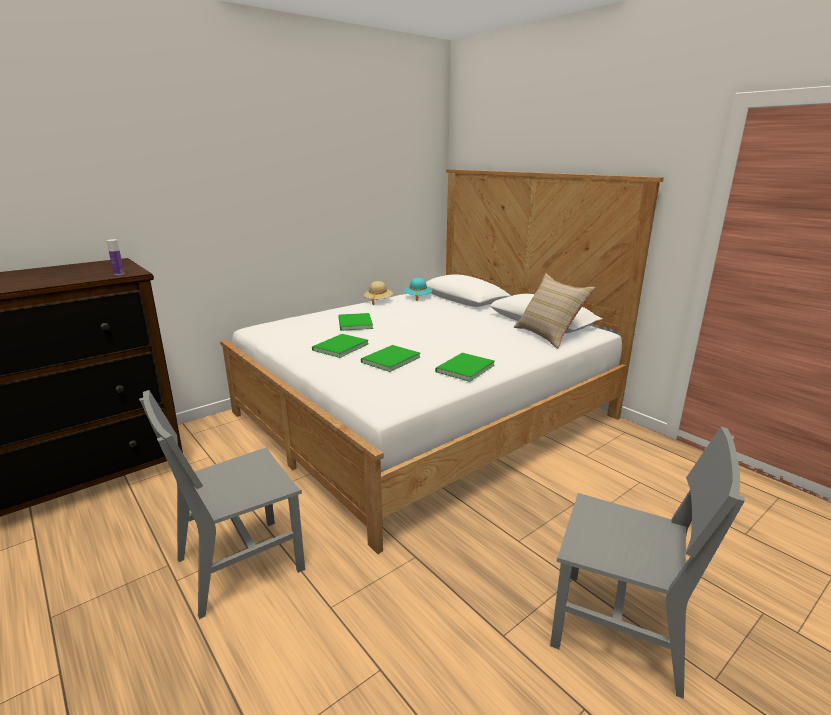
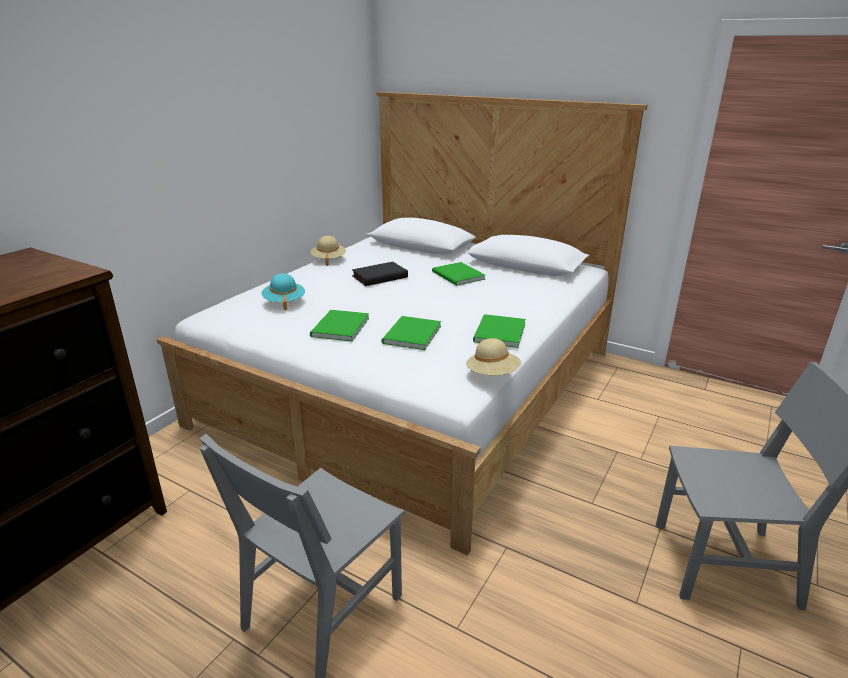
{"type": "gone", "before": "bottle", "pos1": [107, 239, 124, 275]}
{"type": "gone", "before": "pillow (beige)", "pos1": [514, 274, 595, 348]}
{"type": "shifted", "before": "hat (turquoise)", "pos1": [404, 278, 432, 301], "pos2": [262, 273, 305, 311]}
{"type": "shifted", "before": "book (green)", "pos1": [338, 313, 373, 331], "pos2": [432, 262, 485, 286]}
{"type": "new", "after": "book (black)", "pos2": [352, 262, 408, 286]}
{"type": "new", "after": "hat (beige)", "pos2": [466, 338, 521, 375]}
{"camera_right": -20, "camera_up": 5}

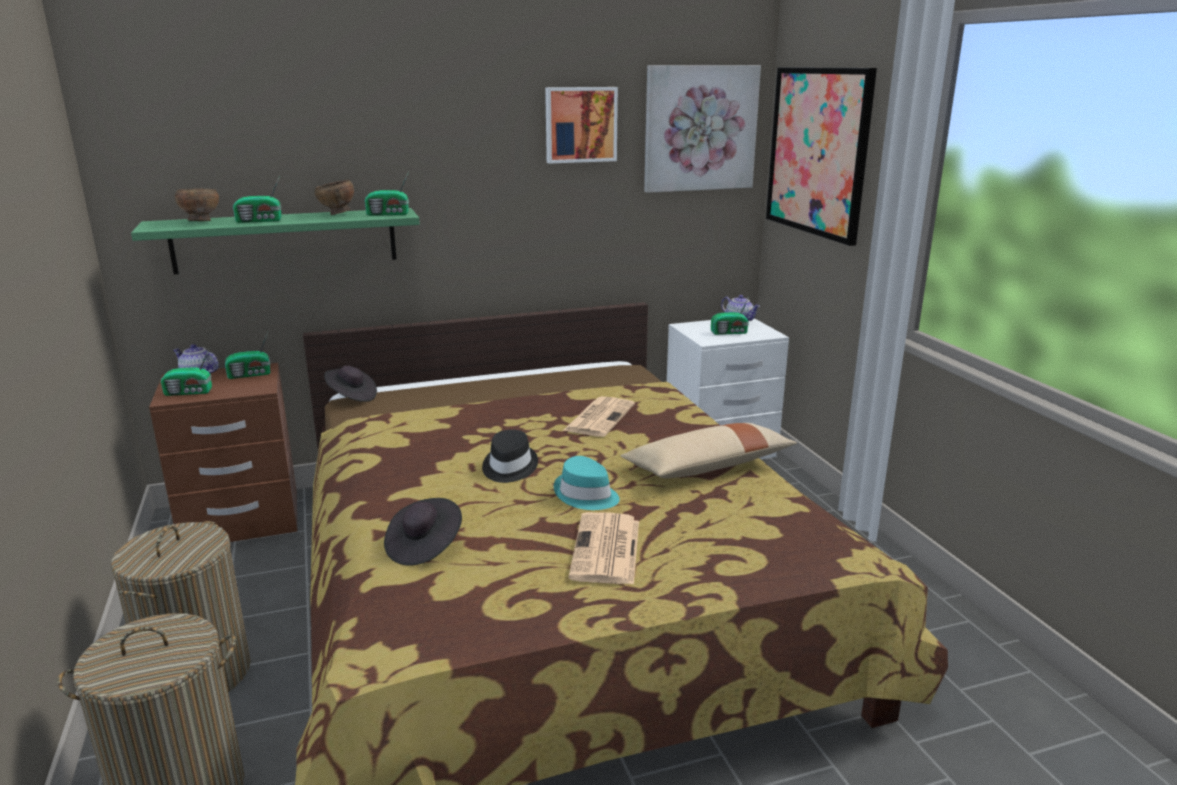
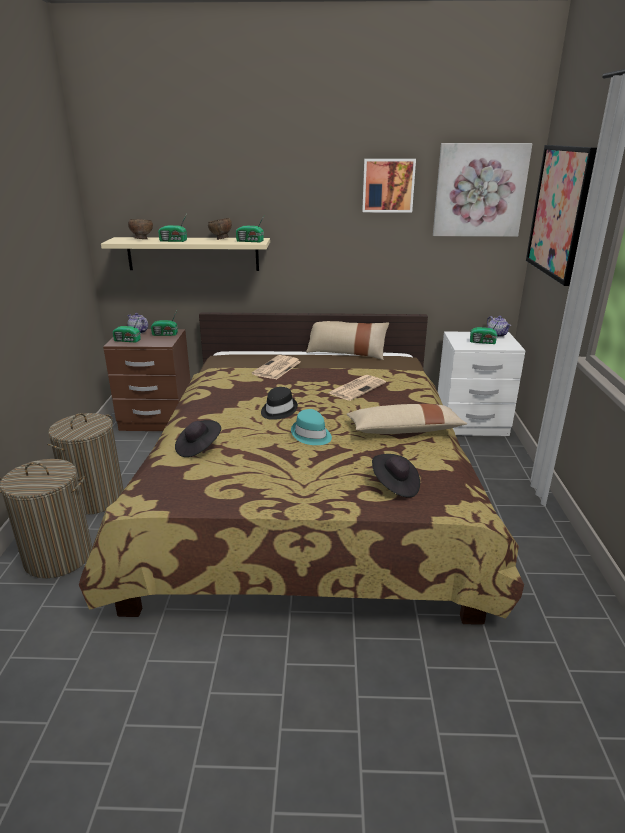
{"type": "repainted", "before": "shelf (green)", "after": "shelf (beige)", "pos1": [131, 208, 420, 275], "pos2": [101, 237, 270, 271]}
{"type": "shifted", "before": "hat (black)", "pos1": [324, 365, 377, 402], "pos2": [372, 454, 420, 498]}
{"type": "shifted", "before": "newspaper", "pos1": [568, 512, 639, 585], "pos2": [252, 355, 301, 380]}
{"type": "new", "after": "pillow (beige)", "pos2": [306, 321, 389, 360]}
{"camera_right": 20, "camera_up": 5}

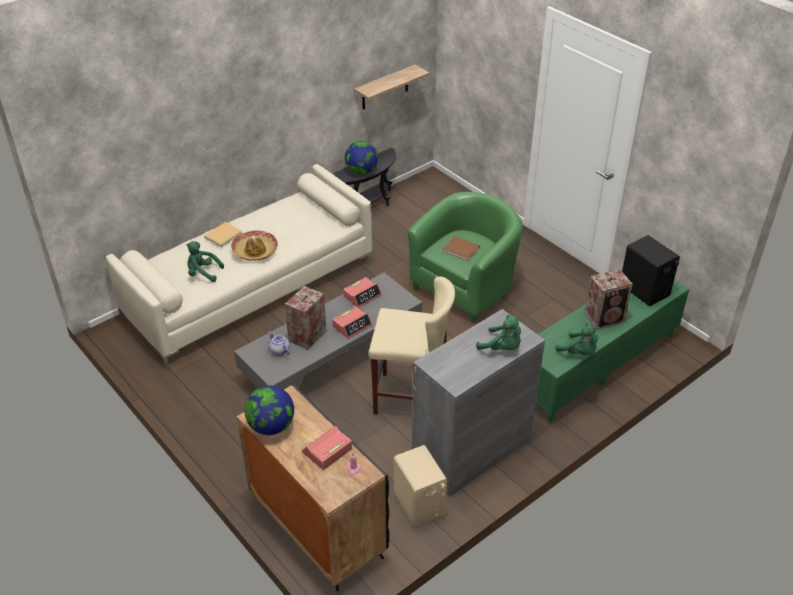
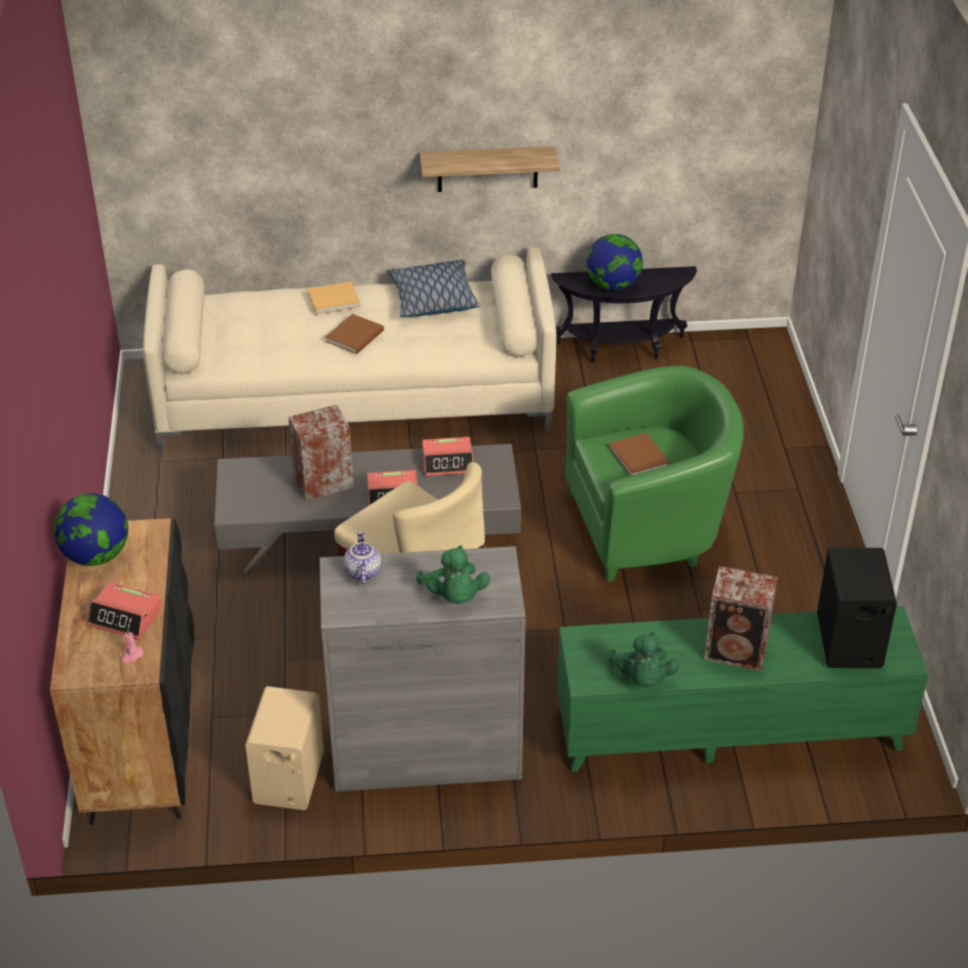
{"type": "shifted", "before": "shelf", "pos1": [354, 65, 429, 110], "pos2": [420, 146, 560, 192]}
{"type": "swapped", "before": "hat", "after": "book (brown)", "pos1": [231, 230, 278, 261], "pos2": [325, 314, 384, 354]}
{"type": "gone", "before": "plush toy (green)", "pos1": [186, 241, 224, 282]}
{"type": "shifted", "before": "teapot", "pos1": [268, 332, 290, 356], "pos2": [343, 531, 381, 585]}
{"type": "rotated", "before": "alarm clock", "pos1": [302, 426, 352, 470], "pos2": [87, 582, 162, 640], "turn": -150}
{"type": "new", "after": "pillow", "pos2": [386, 260, 480, 317]}
{"camera_right": 35, "camera_up": 0}

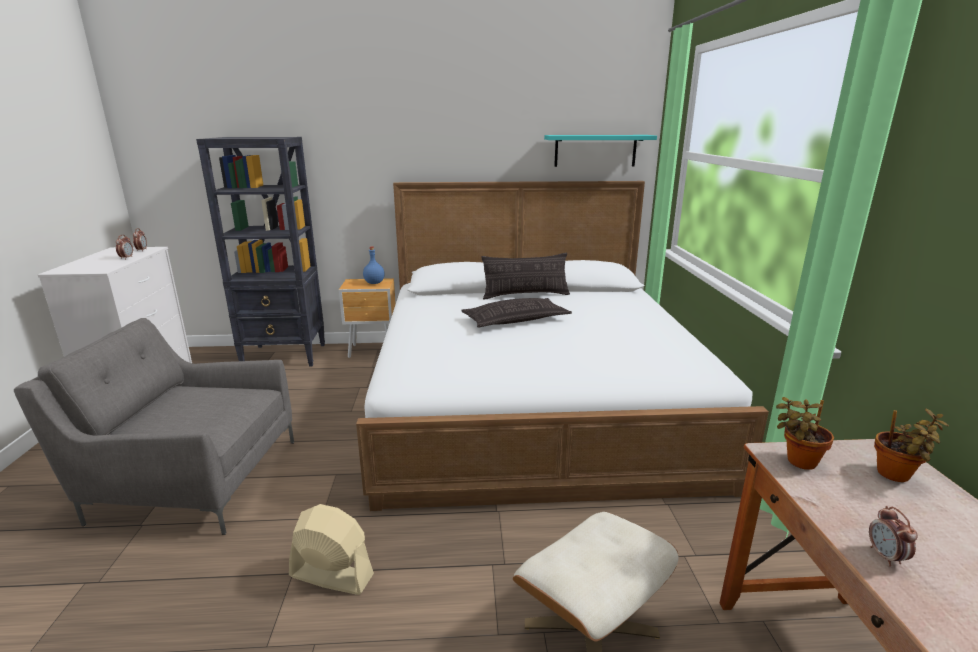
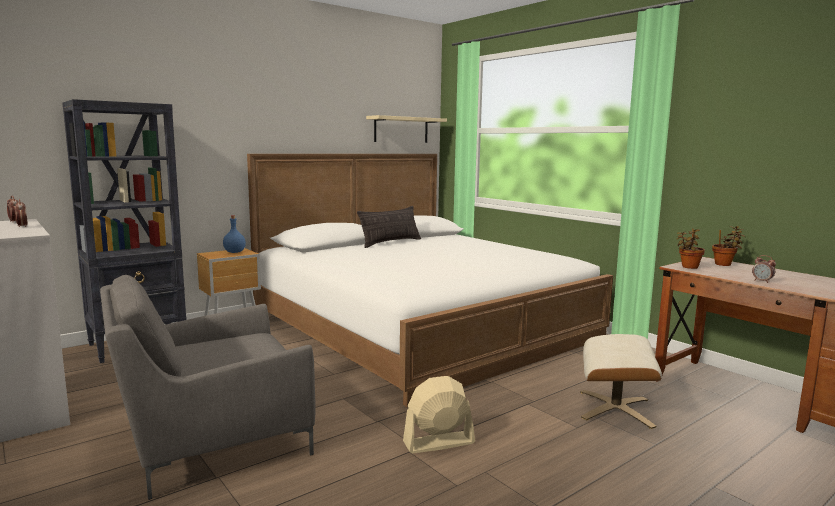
{"type": "repainted", "before": "shelf (turquoise)", "after": "shelf (beige)", "pos1": [544, 135, 657, 167], "pos2": [366, 115, 447, 143]}
{"type": "gone", "before": "pillow", "pos1": [461, 298, 572, 327]}
{"camera_right": -35, "camera_up": -10}

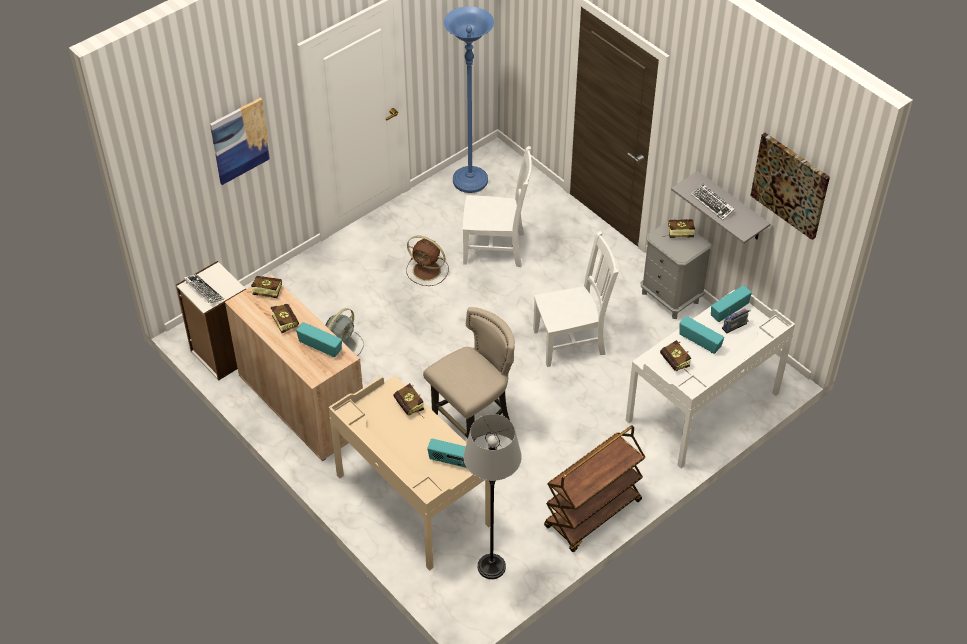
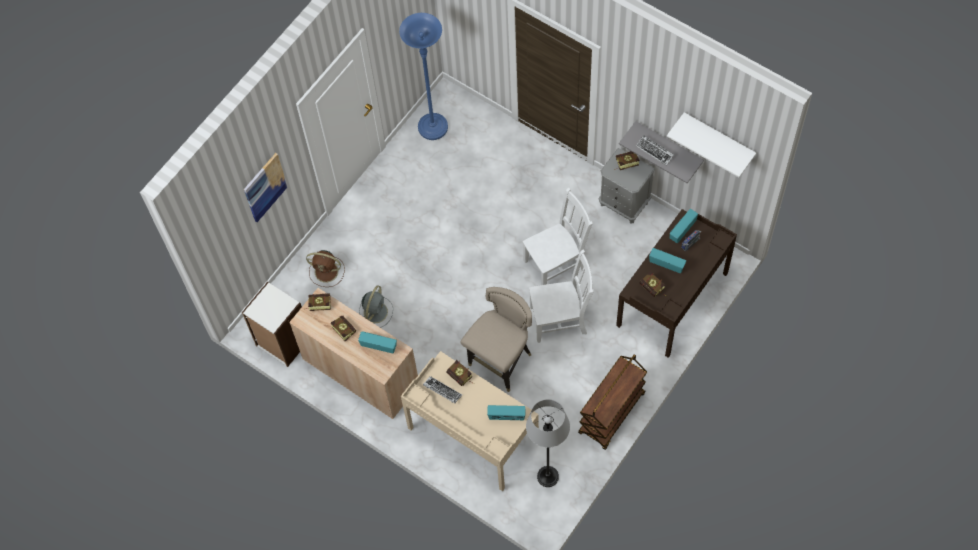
{"type": "swapped", "before": "picture", "after": "shelf (white)", "pos1": [750, 133, 830, 240], "pos2": [667, 112, 756, 177]}
{"type": "shifted", "before": "chair (white)", "pos1": [462, 146, 532, 267], "pos2": [529, 249, 593, 343]}
{"type": "shifted", "before": "fan (brown)", "pos1": [406, 236, 449, 286], "pos2": [306, 250, 345, 287]}
{"type": "shifted", "before": "keyboard", "pos1": [183, 274, 224, 303], "pos2": [423, 376, 462, 403]}
{"type": "repainted", "before": "desk (white)", "after": "desk (brown)", "pos1": [626, 290, 795, 468], "pos2": [616, 209, 737, 358]}
{"camera_right": -10, "camera_up": 15}

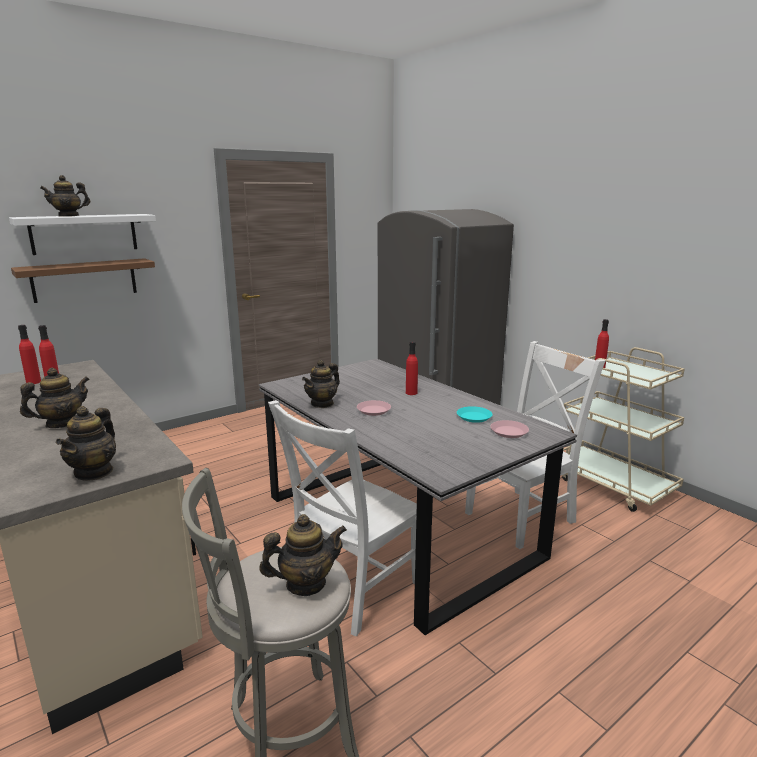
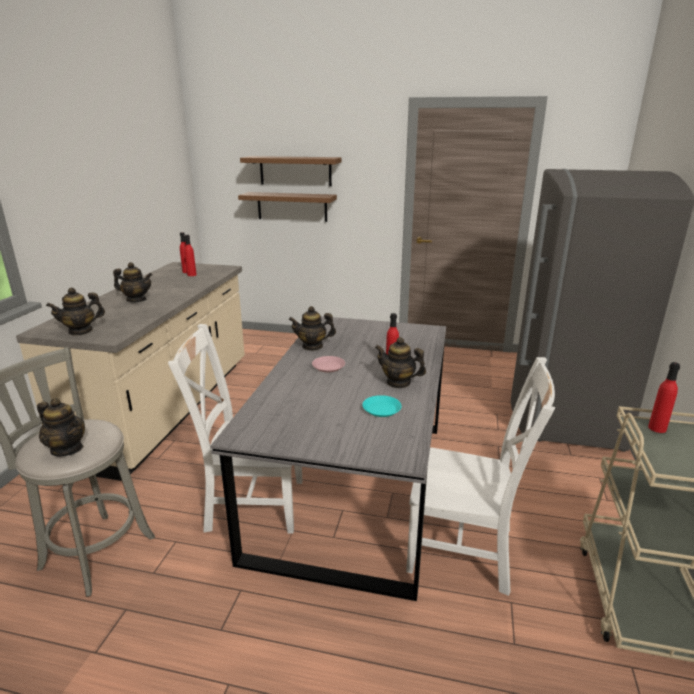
{"type": "shifted", "before": "teapot", "pos1": [40, 175, 91, 217], "pos2": [375, 337, 426, 388]}
{"type": "repainted", "before": "shelf (white)", "after": "shelf (brown)", "pos1": [9, 214, 156, 255], "pos2": [240, 156, 341, 186]}
{"type": "gone", "before": "plate (pink)", "pos1": [490, 420, 529, 438]}
{"camera_right": 50, "camera_up": 5}

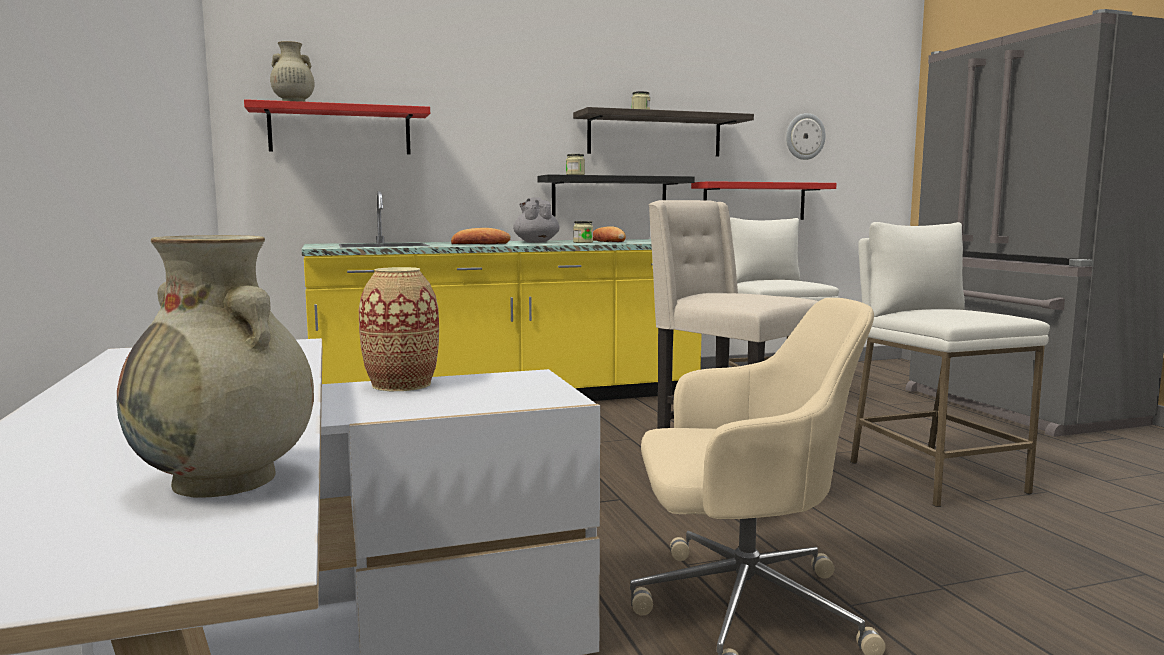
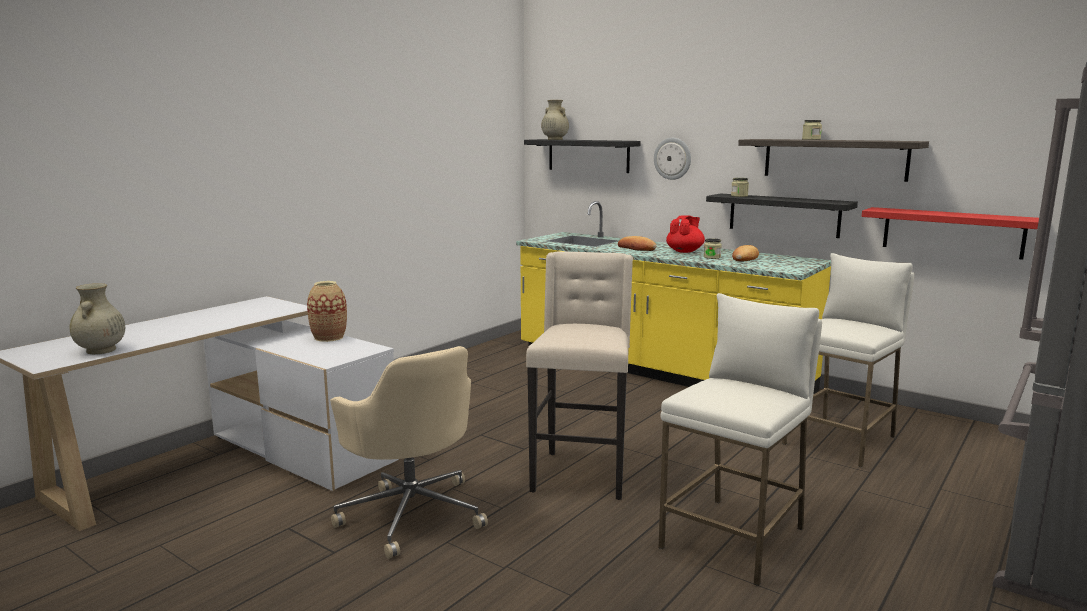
{"type": "repainted", "before": "shelf (red)", "after": "shelf (black)", "pos1": [244, 99, 430, 154], "pos2": [524, 139, 641, 173]}
{"type": "shifted", "before": "wall clock", "pos1": [786, 113, 826, 160], "pos2": [654, 138, 691, 180]}
{"type": "repainted", "before": "teapot (grey)", "after": "teapot (red)", "pos1": [513, 197, 560, 243], "pos2": [666, 215, 705, 253]}
{"camera_right": 55, "camera_up": 5}

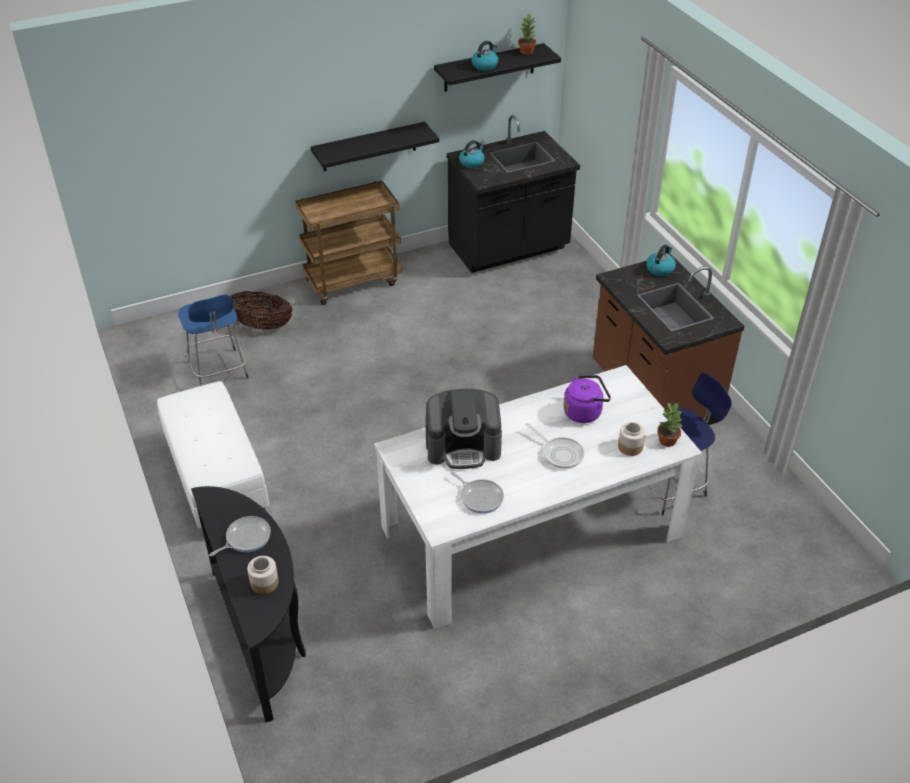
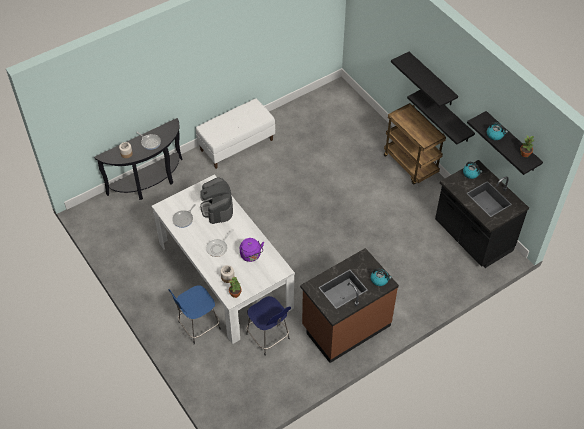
{"type": "gone", "before": "basket", "pos1": [231, 291, 293, 330]}
{"type": "shifted", "before": "stool (blue)", "pos1": [178, 295, 249, 386], "pos2": [168, 286, 221, 345]}
{"type": "new", "after": "shelf (black)", "pos2": [391, 52, 458, 108]}
{"camera_right": 80, "camera_up": 10}

